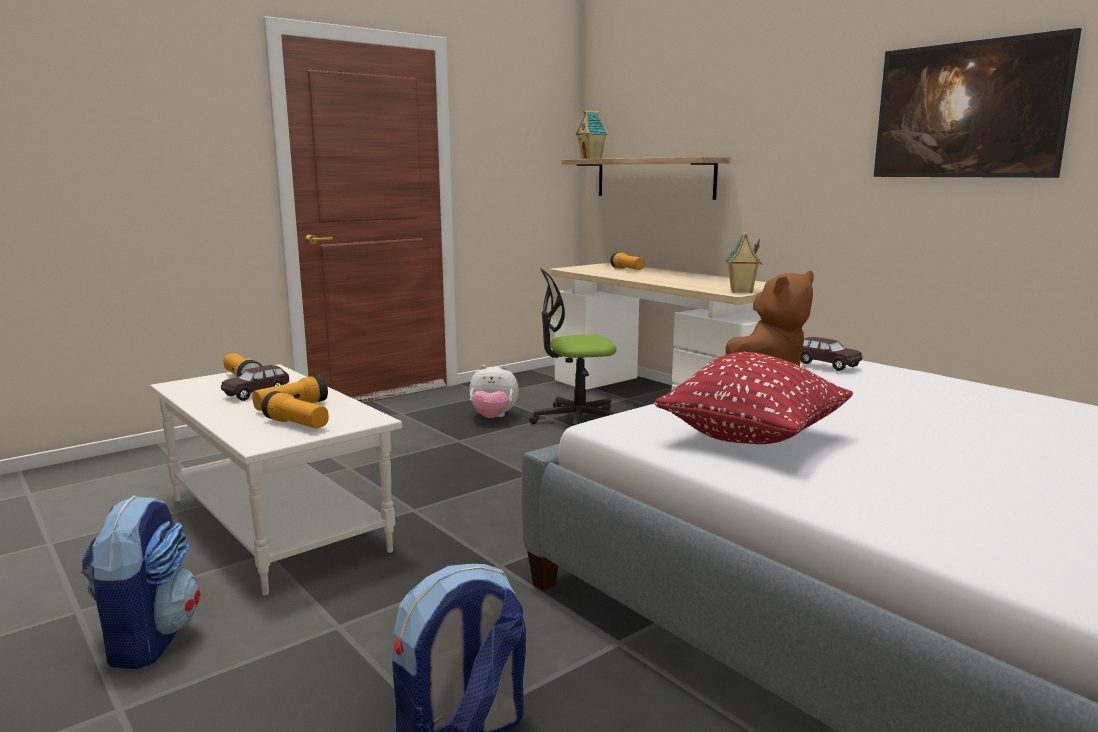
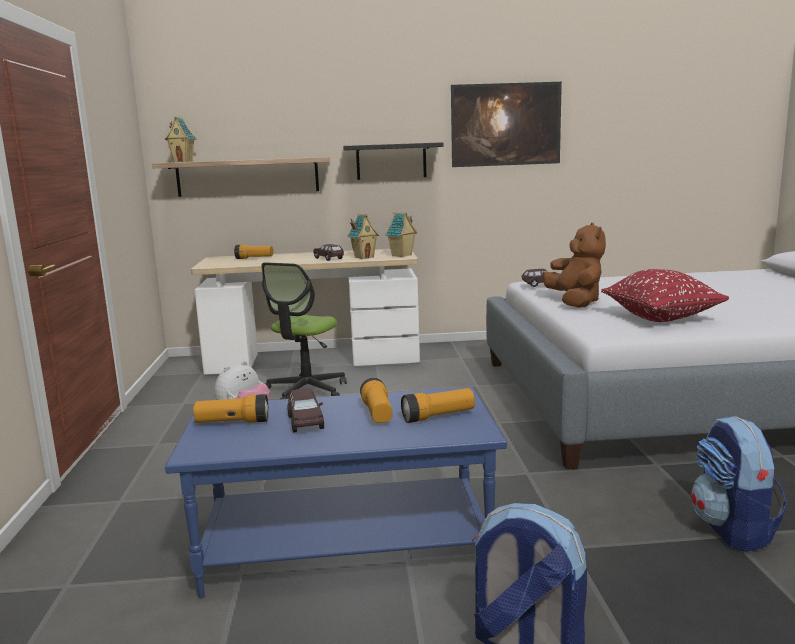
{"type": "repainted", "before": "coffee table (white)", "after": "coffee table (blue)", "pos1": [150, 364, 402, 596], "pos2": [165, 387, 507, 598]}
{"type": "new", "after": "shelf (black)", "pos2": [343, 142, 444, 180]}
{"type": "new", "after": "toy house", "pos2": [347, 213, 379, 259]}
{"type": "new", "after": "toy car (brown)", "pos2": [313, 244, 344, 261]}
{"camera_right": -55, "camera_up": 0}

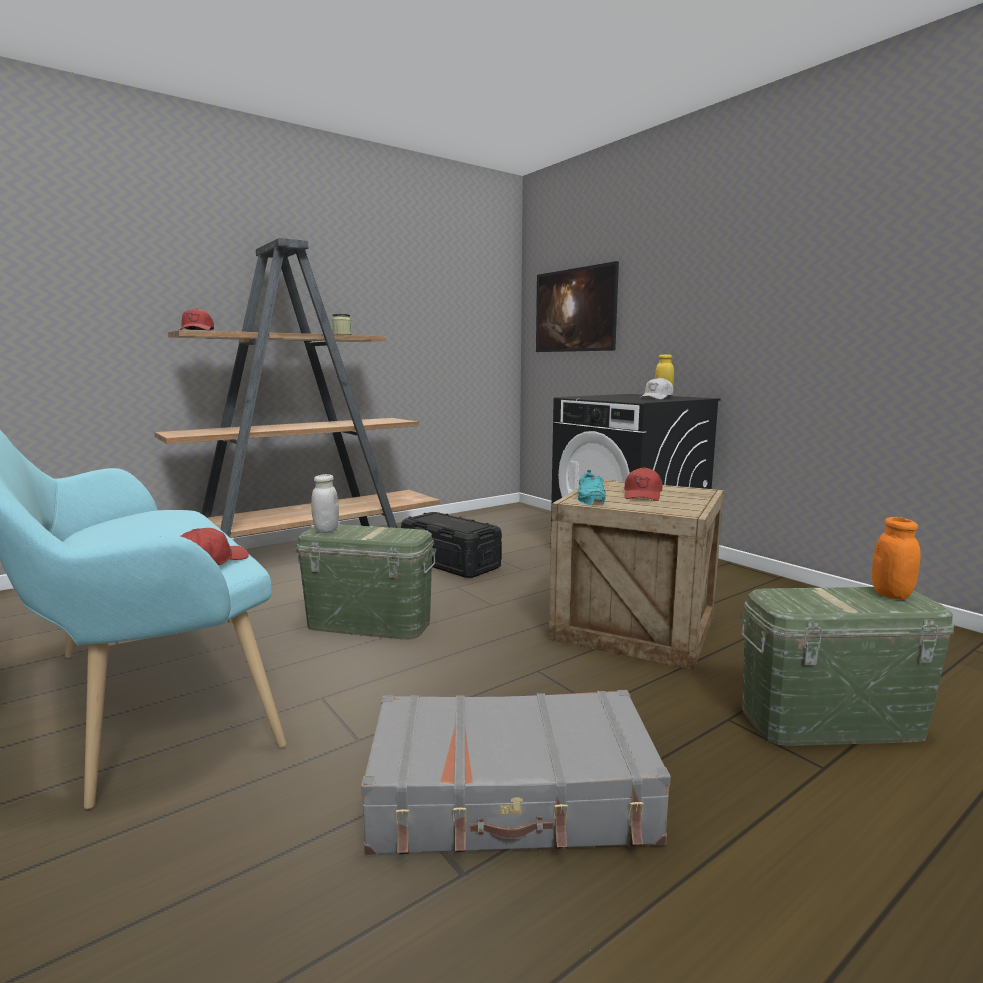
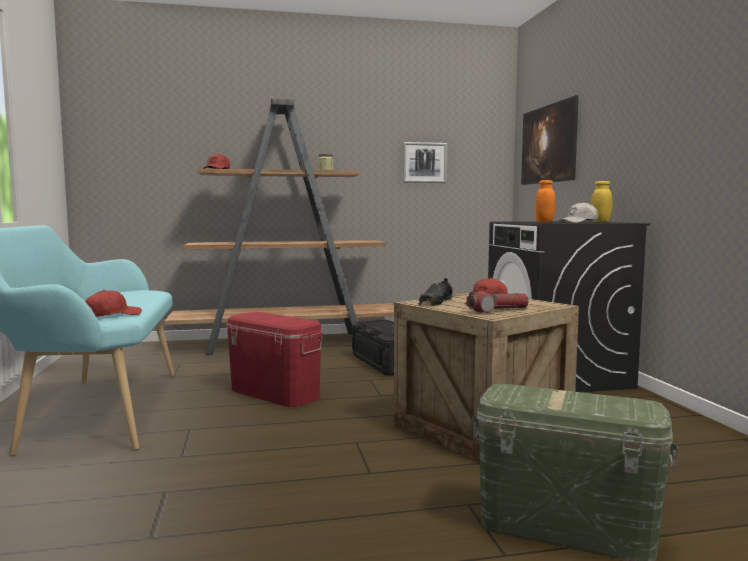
{"type": "repainted", "before": "shoe (turquoise)", "after": "shoe (black)", "pos1": [578, 470, 606, 505], "pos2": [418, 278, 453, 306]}
{"type": "gone", "before": "jar (white)", "pos1": [311, 474, 339, 533]}
{"type": "shifted", "before": "jar (orange)", "pos1": [872, 517, 921, 600], "pos2": [535, 180, 556, 222]}
{"type": "repainted", "before": "storage box (green)", "after": "storage box (red)", "pos1": [295, 524, 437, 640], "pos2": [226, 312, 323, 407]}
{"type": "gone", "before": "suitcase (grey)", "pos1": [361, 690, 671, 855]}
{"type": "new", "after": "picture", "pos2": [402, 142, 447, 183]}
{"type": "new", "after": "flashlight", "pos2": [466, 291, 529, 313]}
{"camera_right": 25, "camera_up": -5}

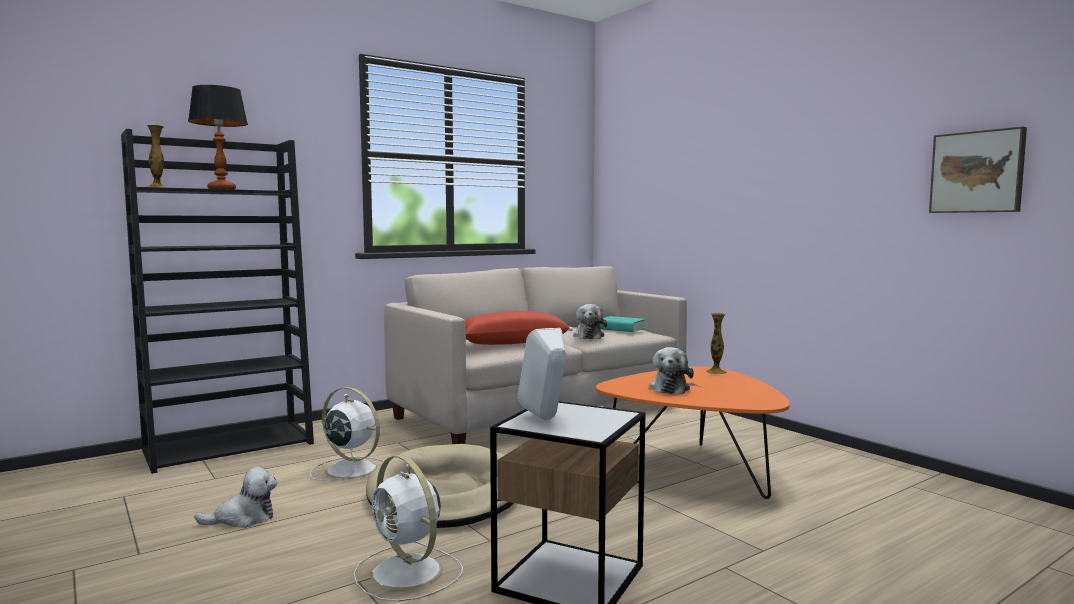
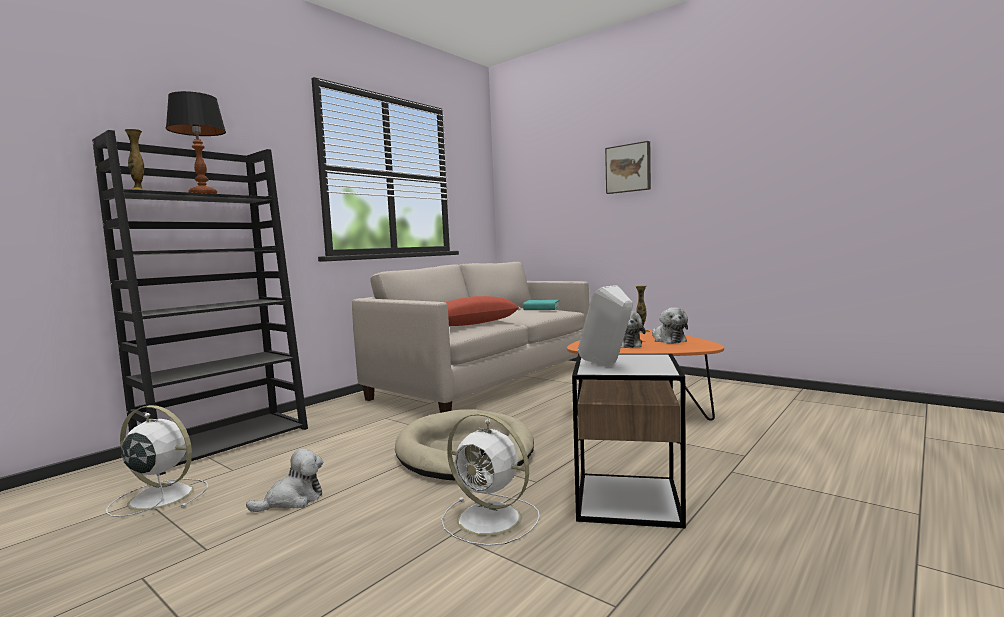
{"type": "shifted", "before": "picture", "pos1": [929, 126, 1027, 213], "pos2": [605, 141, 651, 194]}
{"type": "shifted", "before": "plush toy", "pos1": [573, 304, 607, 339], "pos2": [652, 307, 688, 344]}
{"type": "shifted", "before": "fan (white)", "pos1": [310, 387, 384, 481], "pos2": [106, 405, 208, 517]}
{"camera_right": -15, "camera_up": 0}

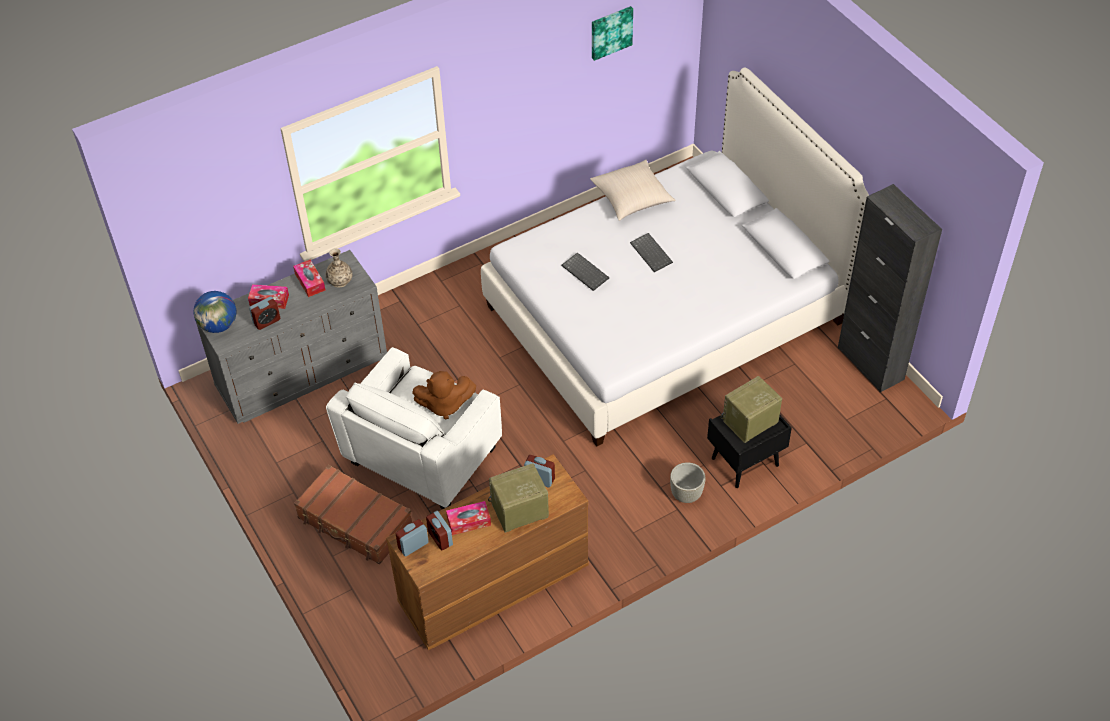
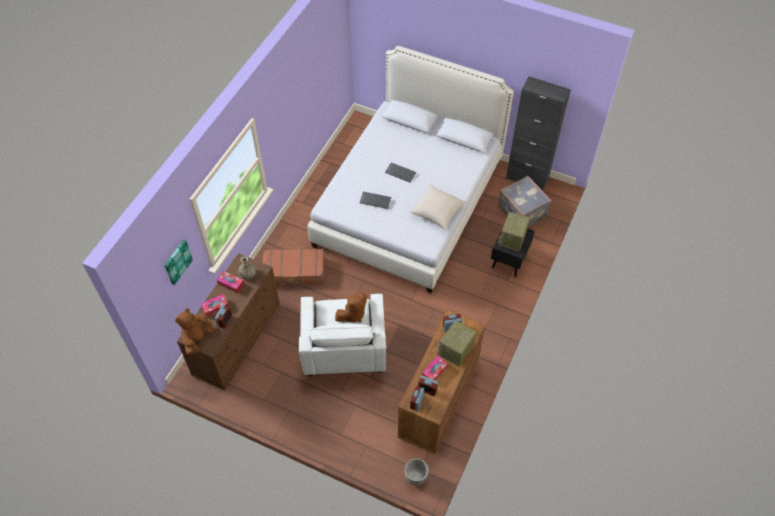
{"type": "shifted", "before": "picture", "pos1": [592, 6, 633, 61], "pos2": [164, 240, 193, 285]}
{"type": "shifted", "before": "pillow (beige)", "pos1": [590, 160, 676, 221], "pos2": [410, 184, 467, 230]}
{"type": "repainted", "before": "dresser (grey)", "after": "dresser (brown)", "pos1": [196, 250, 387, 424], "pos2": [177, 253, 280, 391]}
{"type": "swapped", "before": "globe", "after": "plush toy (brown)", "pos1": [193, 291, 237, 333], "pos2": [175, 308, 213, 355]}
{"type": "shifted", "before": "planter (grey)", "pos1": [670, 462, 706, 503], "pos2": [404, 458, 429, 486]}
{"type": "shifted", "before": "suitcase (brown)", "pos1": [294, 465, 412, 565], "pos2": [263, 249, 324, 286]}
{"type": "new", "after": "suitcase (grey)", "pos2": [498, 176, 552, 227]}
{"camera_right": -35, "camera_up": 5}

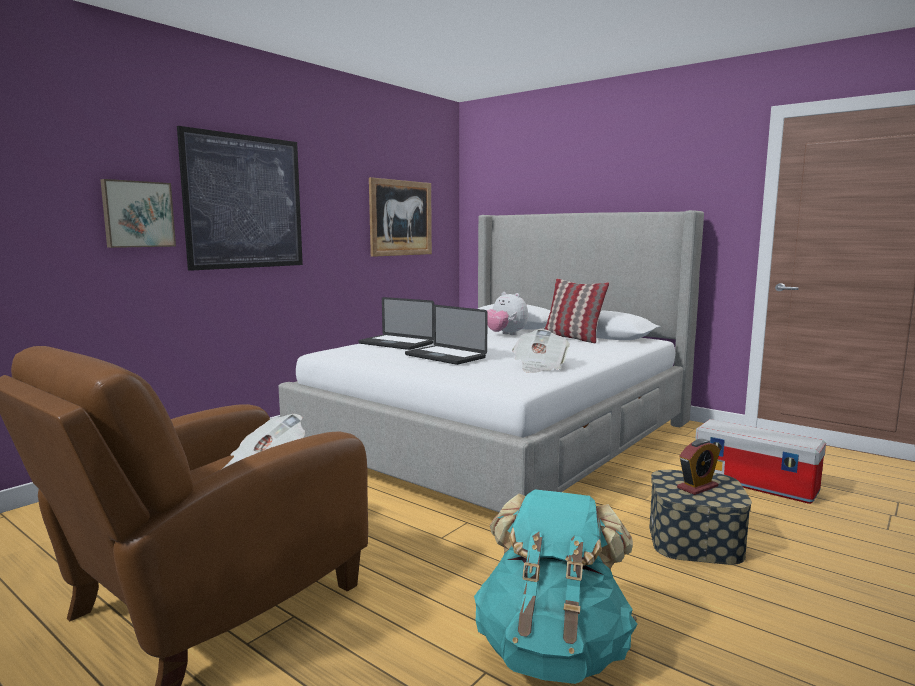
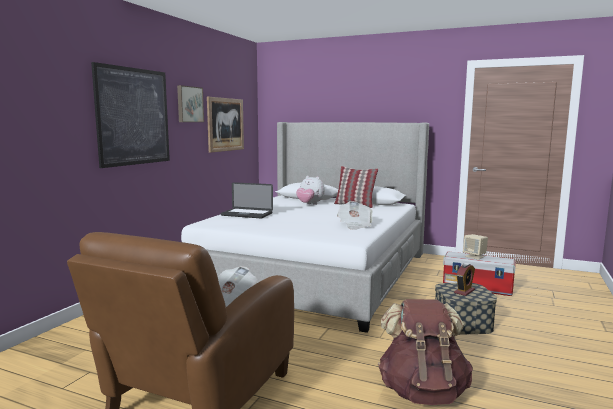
{"type": "shifted", "before": "picture", "pos1": [100, 179, 176, 248], "pos2": [177, 85, 204, 122]}
{"type": "gone", "before": "laptop", "pos1": [405, 305, 488, 365]}
{"type": "repainted", "before": "backpack (turquoise)", "after": "backpack (brown)", "pos1": [474, 489, 637, 684], "pos2": [378, 299, 473, 405]}
{"type": "new", "after": "speaker (beige)", "pos2": [463, 234, 488, 260]}
{"camera_right": -15, "camera_up": 0}

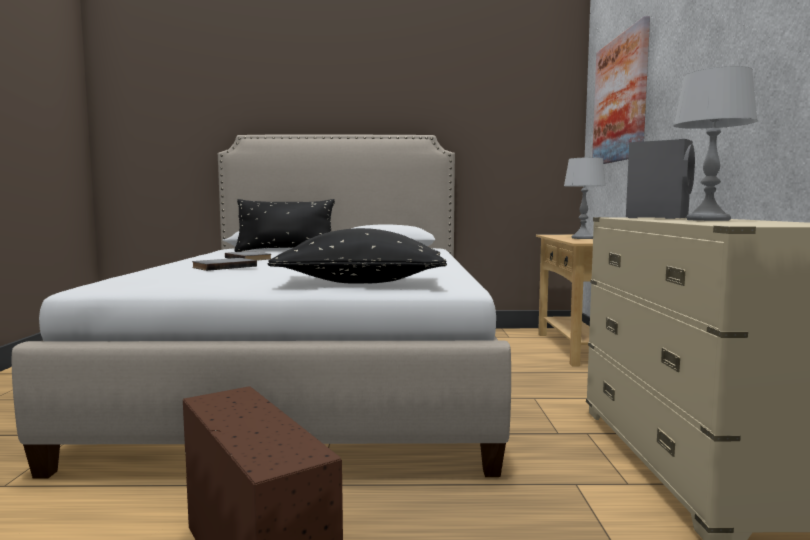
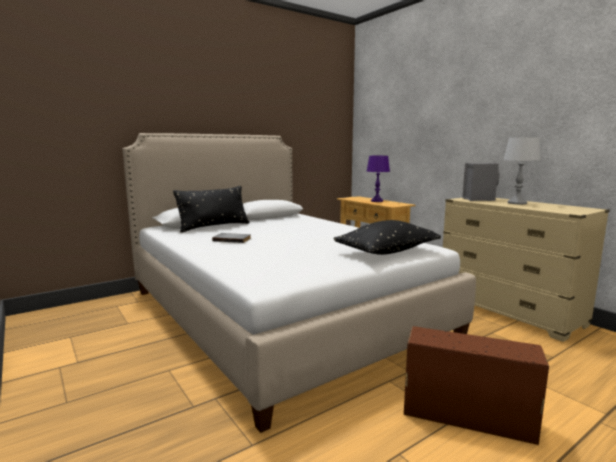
{"type": "gone", "before": "picture", "pos1": [592, 16, 650, 164]}
{"type": "repainted", "before": "table lamp (grey)", "after": "table lamp (purple)", "pos1": [564, 157, 606, 239], "pos2": [367, 156, 390, 202]}
{"type": "gone", "before": "book (grey)", "pos1": [192, 258, 257, 271]}
{"camera_right": -35, "camera_up": 5}

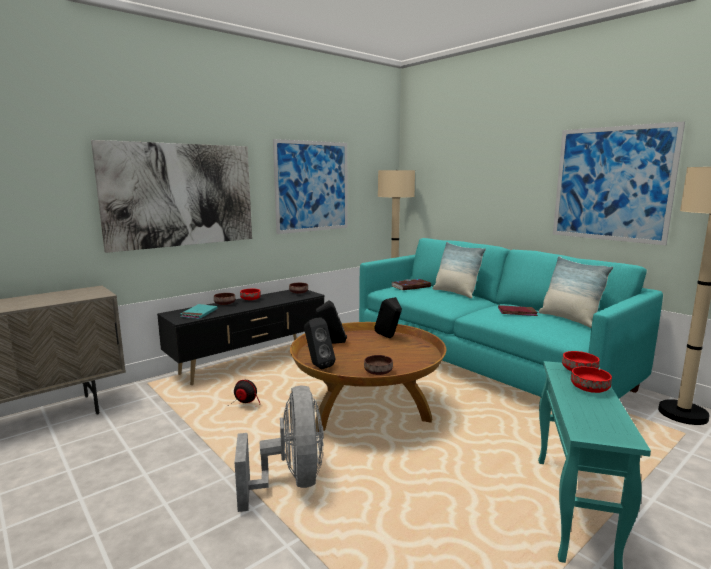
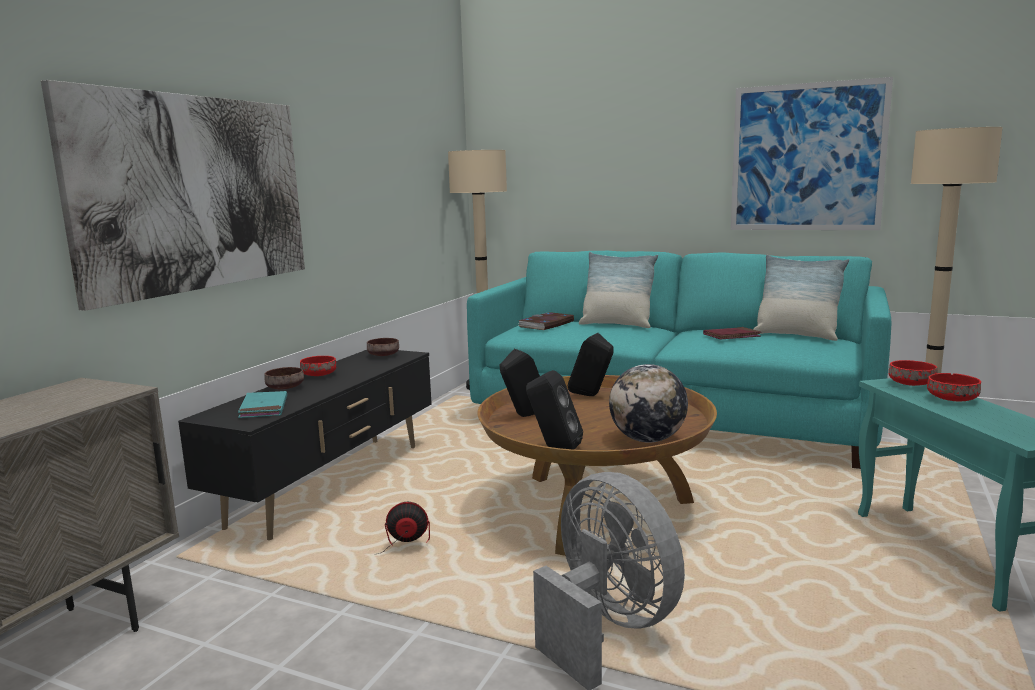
{"type": "gone", "before": "picture", "pos1": [273, 139, 348, 234]}
{"type": "swapped", "before": "bowl (brown)", "after": "globe", "pos1": [364, 355, 393, 375], "pos2": [609, 364, 688, 443]}
{"camera_right": -25, "camera_up": 0}

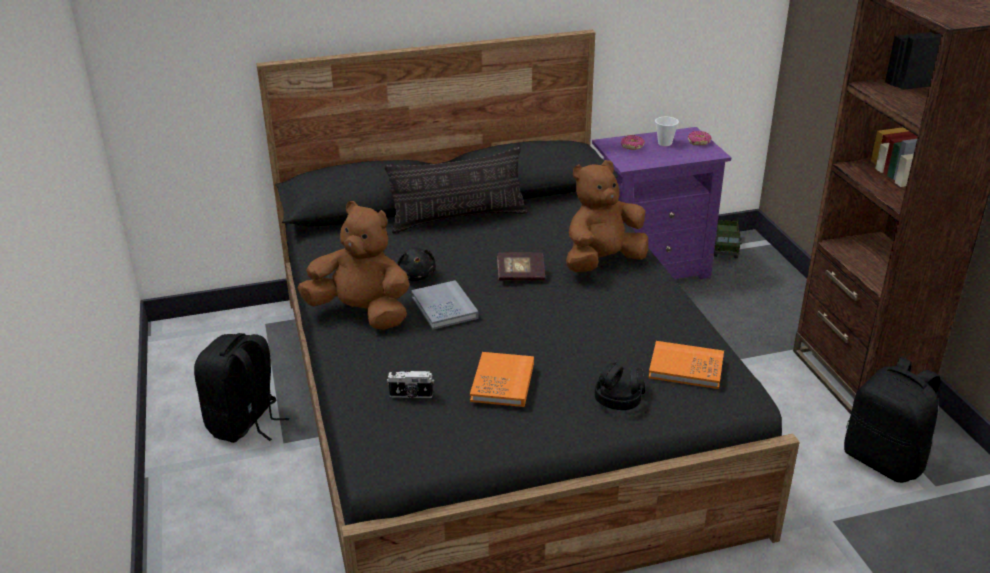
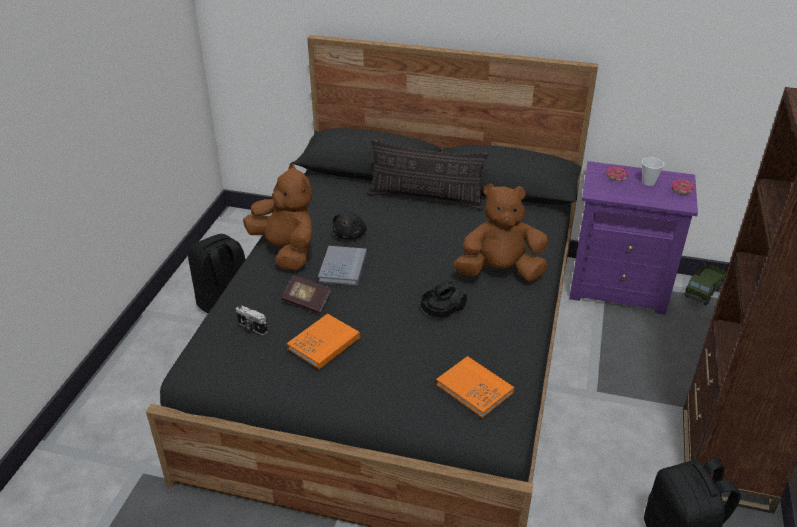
{"type": "shifted", "before": "book", "pos1": [497, 252, 545, 281], "pos2": [282, 275, 331, 313]}
{"type": "shifted", "before": "headphones (black)", "pos1": [595, 361, 645, 410], "pos2": [421, 281, 467, 318]}
{"camera_right": 30, "camera_up": 5}

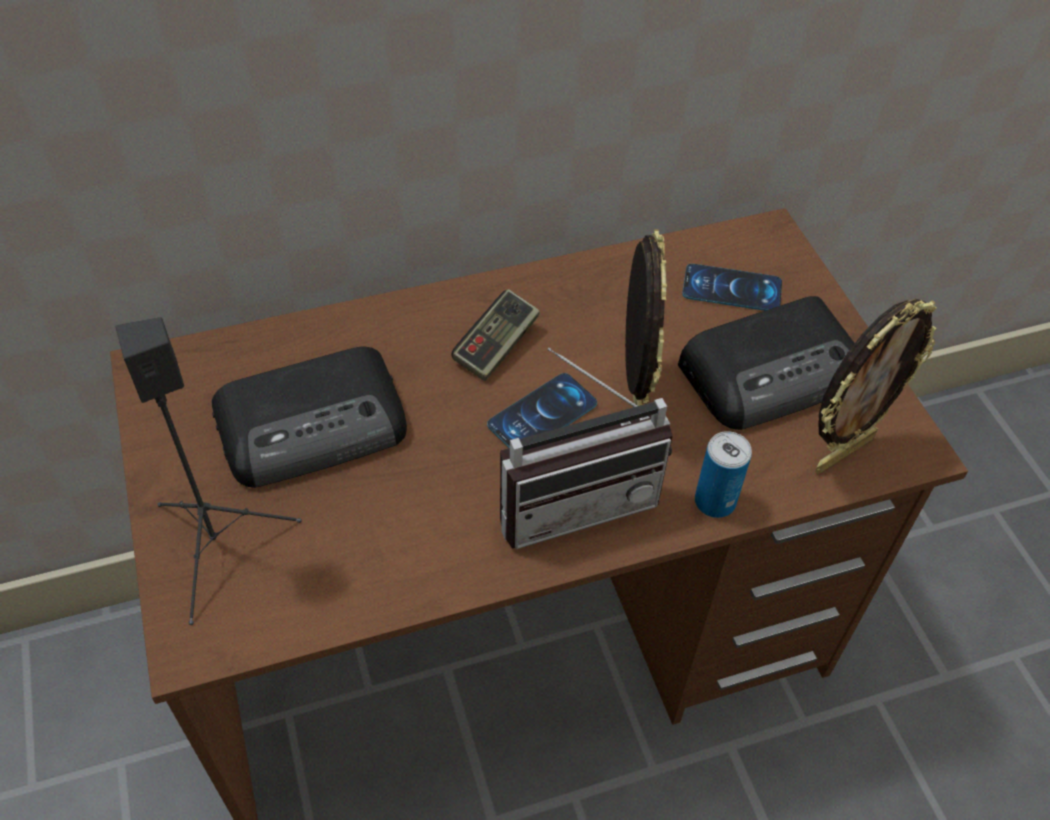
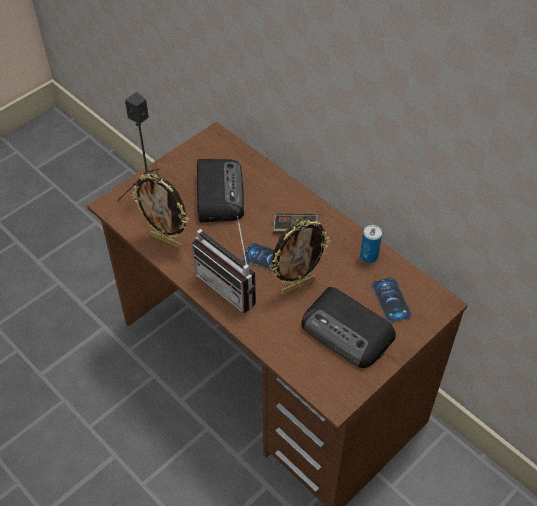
{"type": "shifted", "before": "picture frame", "pos1": [815, 299, 937, 474], "pos2": [131, 173, 189, 248]}
{"type": "rotated", "before": "radio", "pos1": [212, 347, 407, 488], "pos2": [197, 159, 244, 222], "turn": -135}
{"type": "shifted", "before": "can", "pos1": [695, 431, 752, 518], "pos2": [360, 225, 382, 263]}
{"camera_right": 65, "camera_up": 0}

